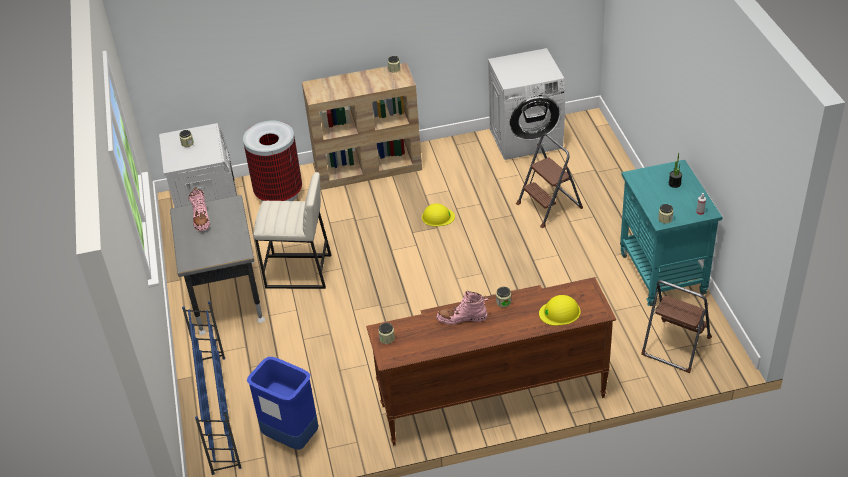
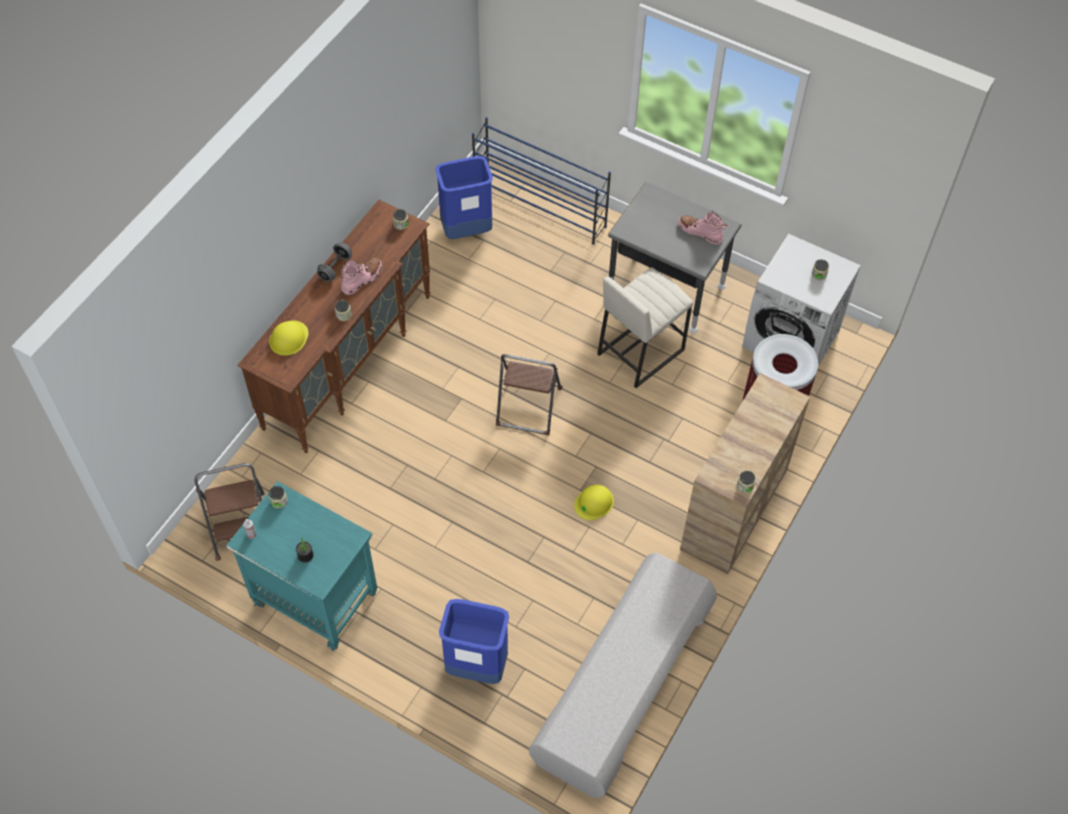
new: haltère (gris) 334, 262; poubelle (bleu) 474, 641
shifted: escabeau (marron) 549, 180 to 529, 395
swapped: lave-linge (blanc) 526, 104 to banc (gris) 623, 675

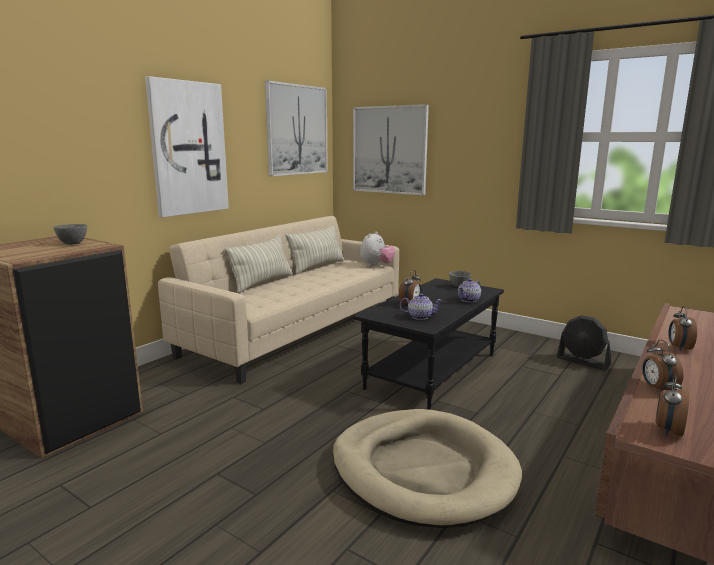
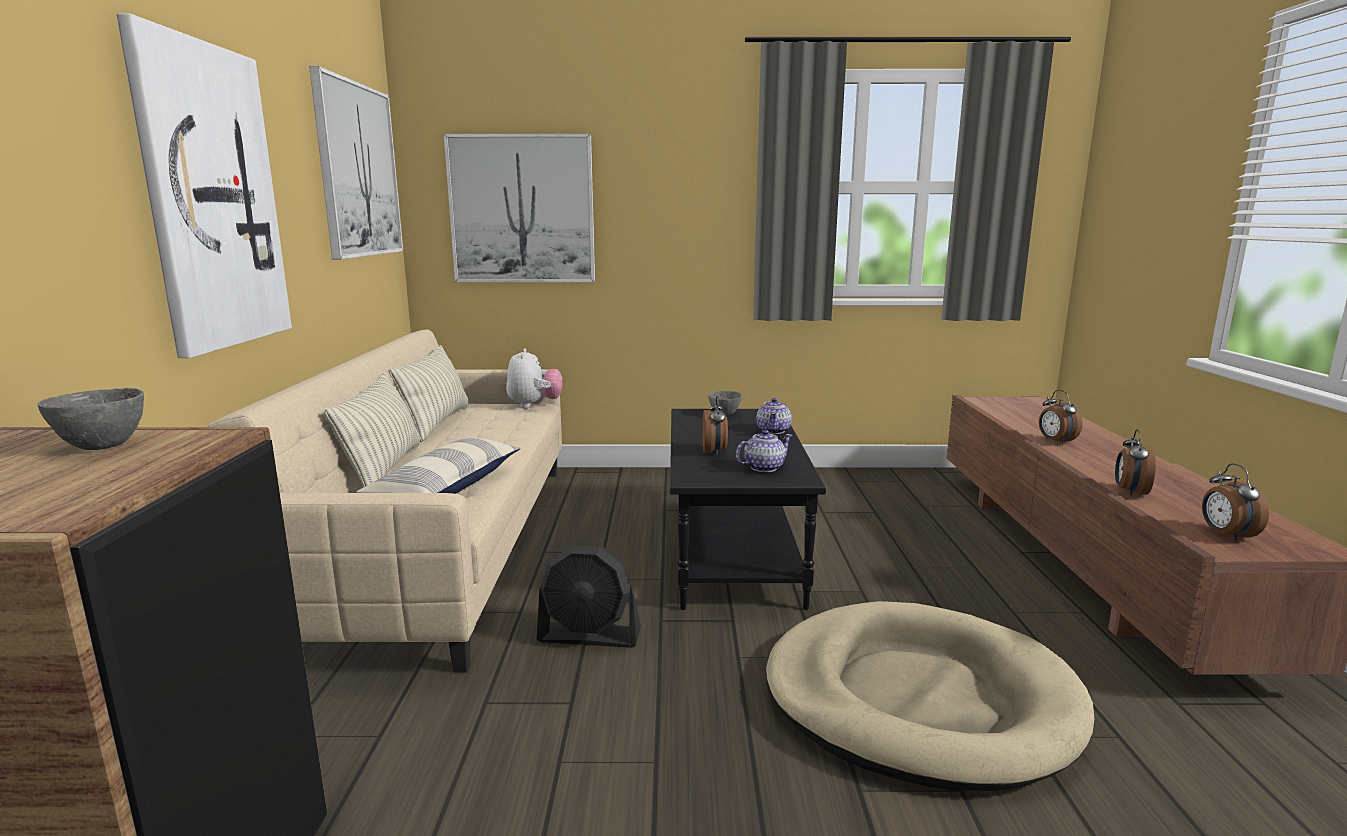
new: coussin 438, 466
shifted: ventilateur (noir) 583, 342 to 589, 597
rotated: réveil 663, 365 = 1135, 462 60 degrees clockwise

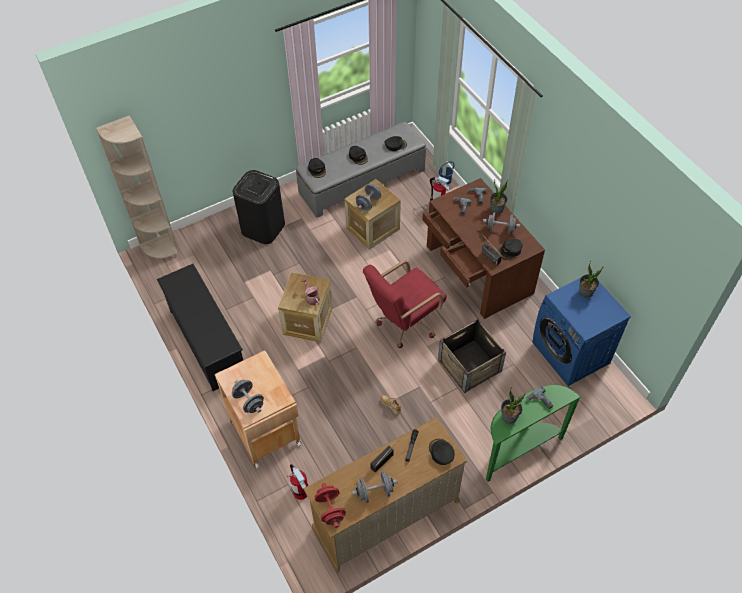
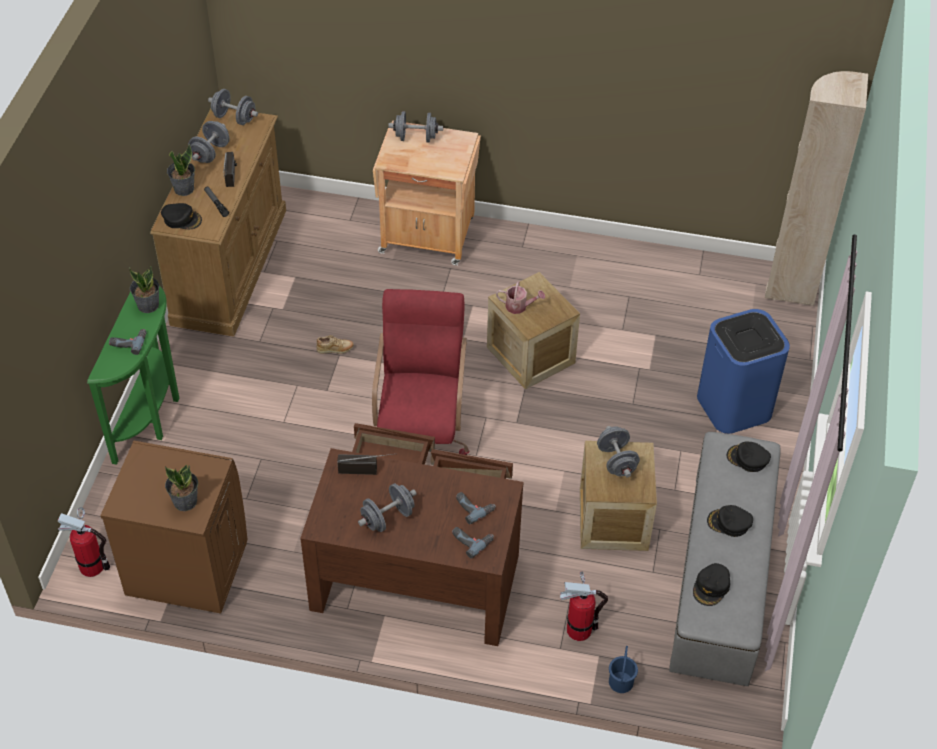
gone: casquette (noir) 510, 249; étagère à chaussures (noir) 200, 327; caisse 472, 356
shifted: plante en pot 499, 197 to 181, 170; extincteur 297, 482 to 84, 542
repainted: poubelle (noir) 259, 207 to poubelle (bleu) 743, 371; lave-linge (bleu) 581, 330 to lave-linge (marron) 173, 527; haltère (rouge) 330, 505 to haltère (gris) 233, 107

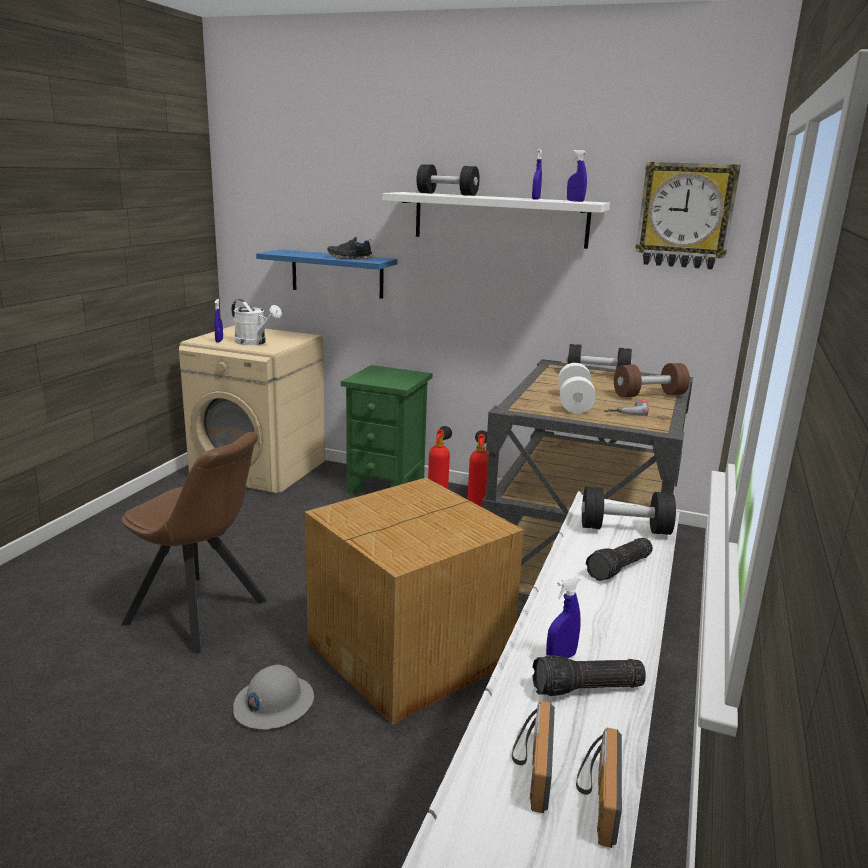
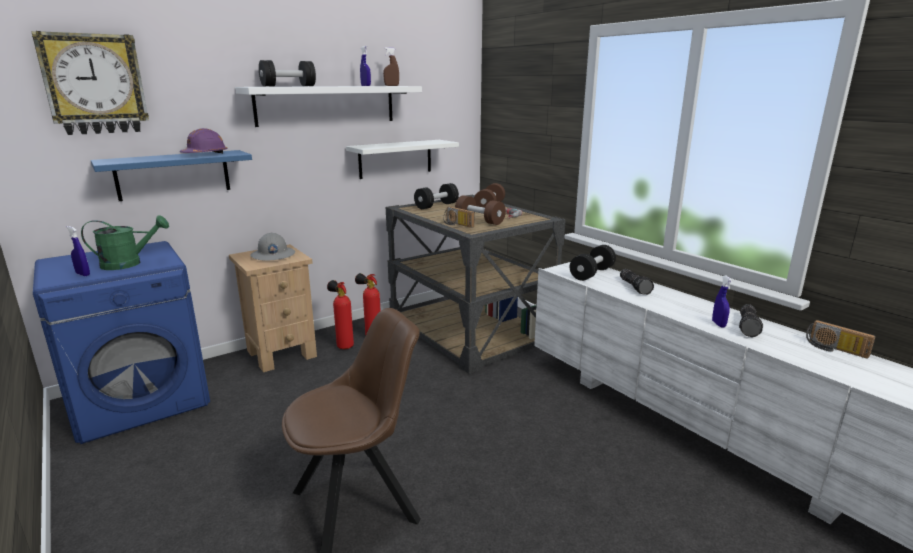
gone: carton 414, 601
new: étagère (blanc) 402, 159
shifted: horloge murale 688, 216 to 90, 83; casque de chantier (gris) 273, 697 to 272, 247; radio 533, 757 to 458, 217
swapped: chaussure (noir) 350, 248 to casque de chantier (violet) 203, 140
repainted: vaporisateur (bleu) 577, 176 to vaporisateur (marron) 391, 66; arrosoir (blanc) 256, 322 to arrosoir (vert) 125, 242; lave-linge (beige) 252, 409 to lave-linge (bleu) 121, 342; haltère (blanc) 577, 388 to haltère (marron) 480, 210; table de chevet (vert) 387, 429 to table de chevet (beige) 273, 308

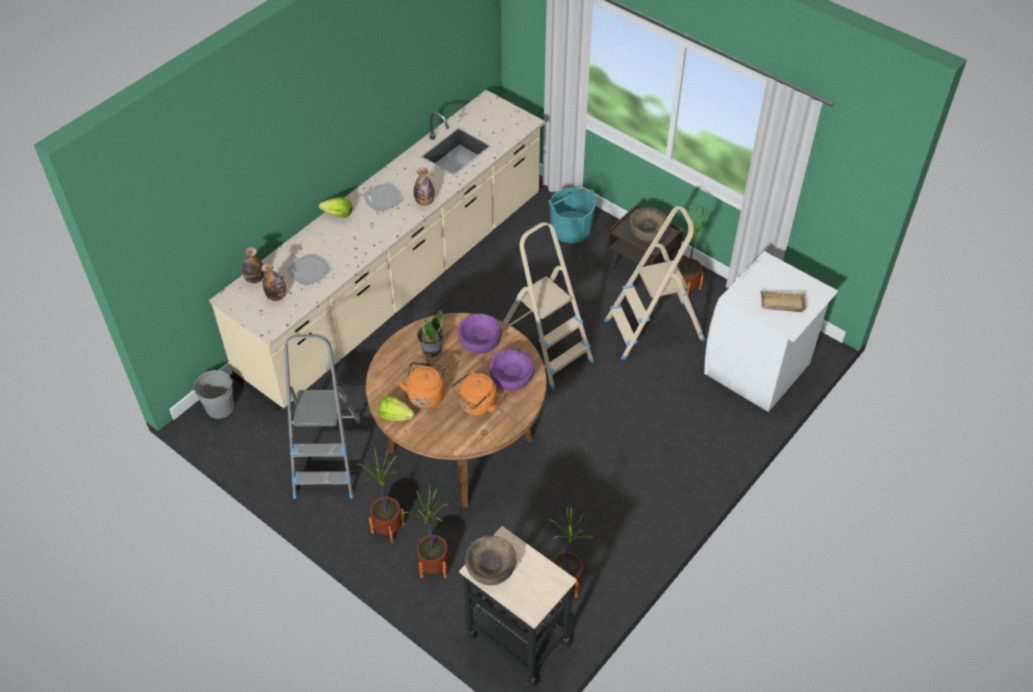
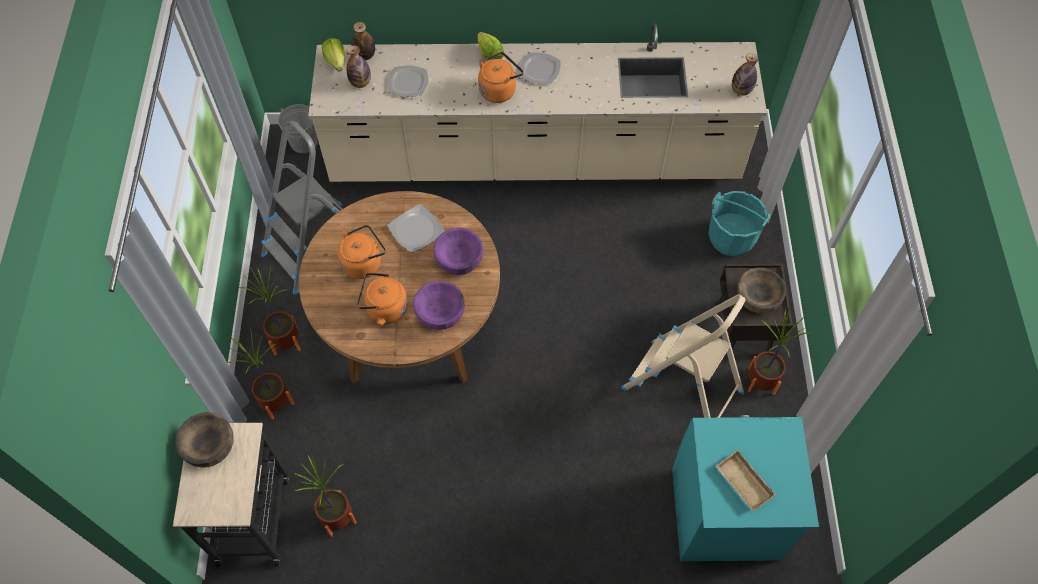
gone: escabeau (beige) 548, 305
new: bouilloire (orange) 501, 77
shifted: bouteille 424, 187 to 745, 74; laitue 396, 408 to 333, 54
swapped: plante en pot 430, 333 to assiette 416, 228
repainted: lave-linge (blanc) 771, 331 to lave-linge (turquoise) 745, 488

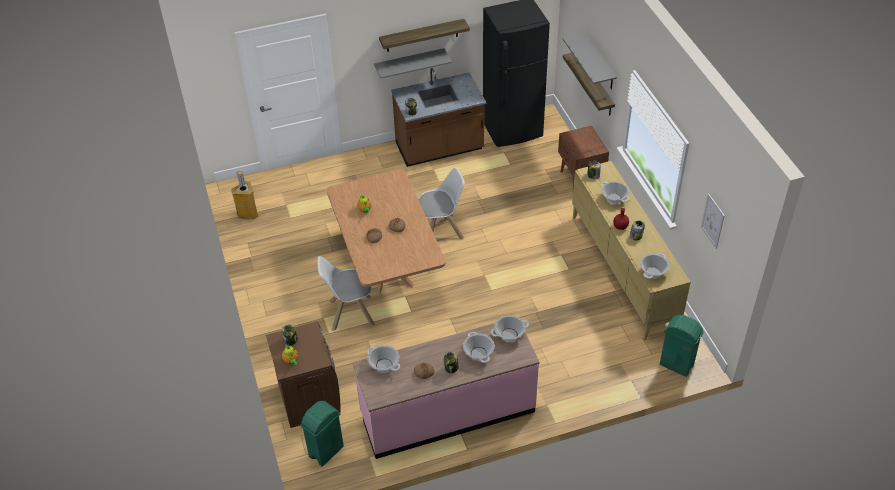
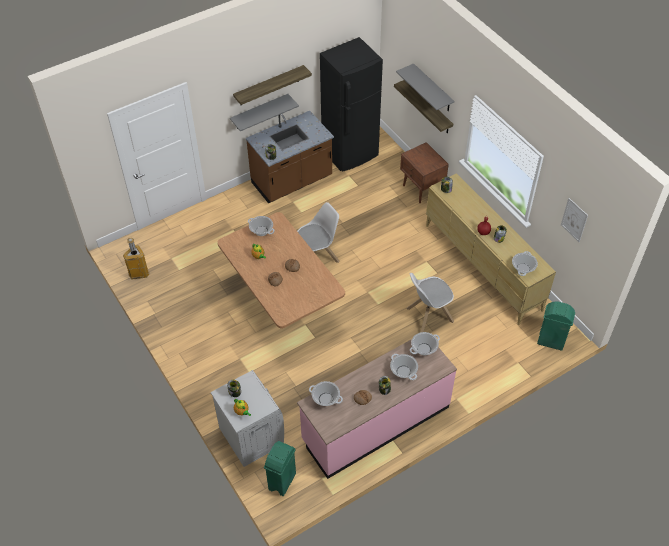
shifted: marmite 615, 192 to 261, 226; chaise 346, 293 to 430, 302
repainted: lave-linge (marron) 303, 374 to lave-linge (blanc) 247, 418

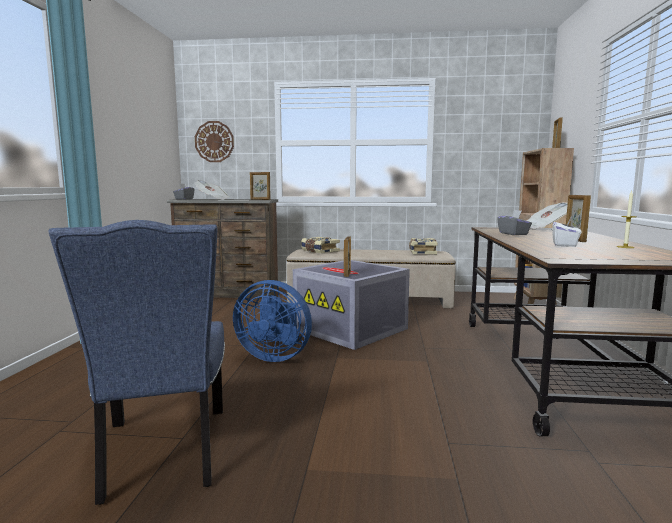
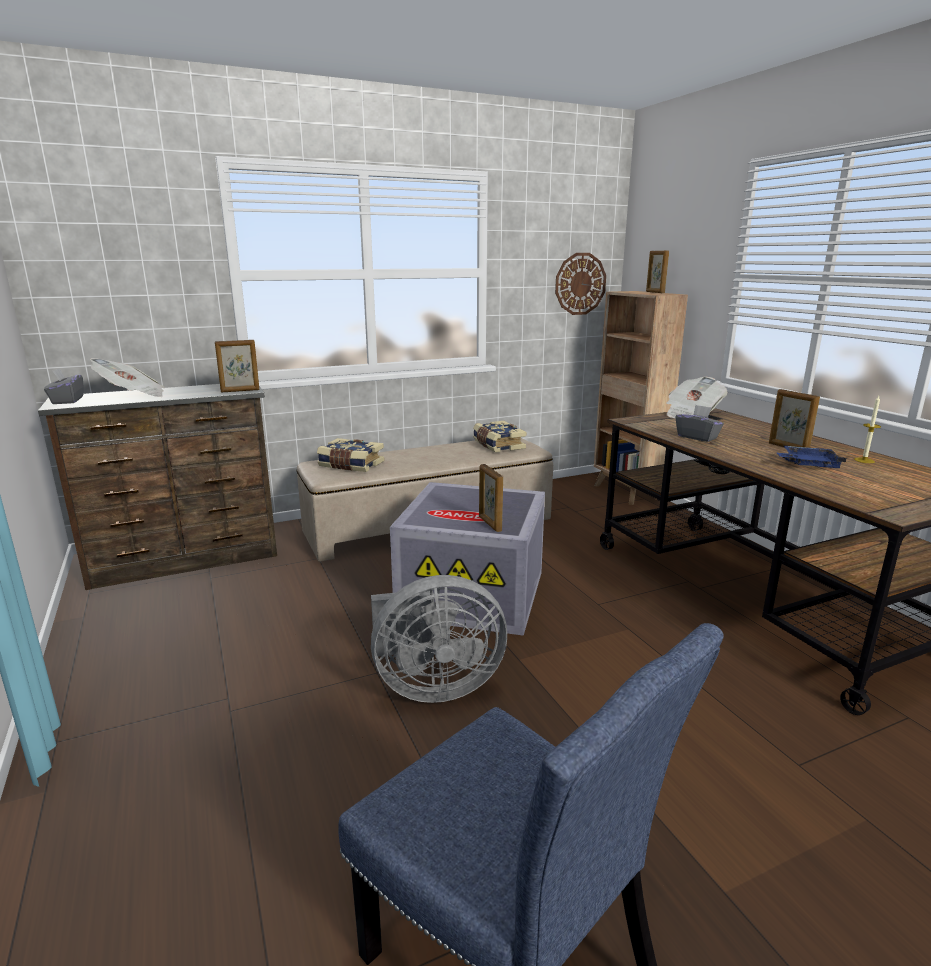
shifted: horloge murale 214, 141 to 580, 284
swapped: boîte à mouchoirs (blanc) 567, 231 to plateau (bleu) 811, 457
repainted: ventilateur (bleu) 272, 321 to ventilateur (gris) 439, 639

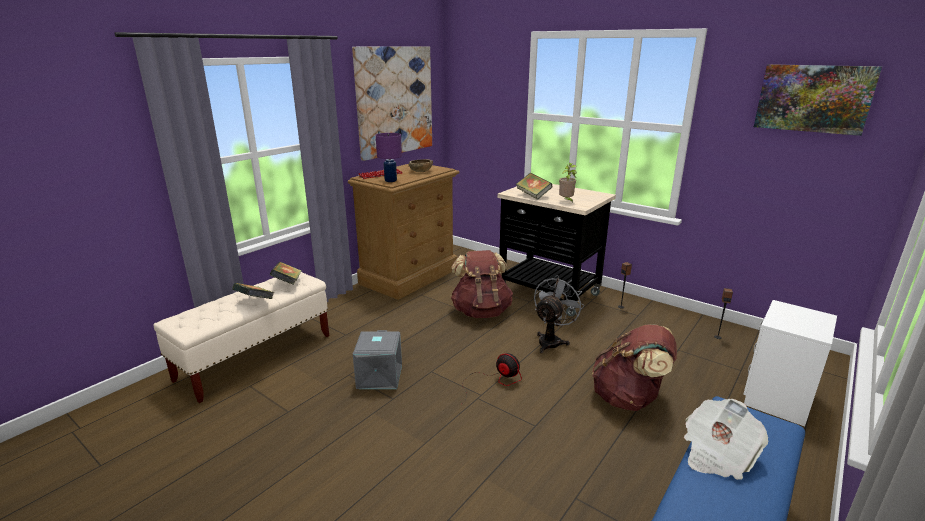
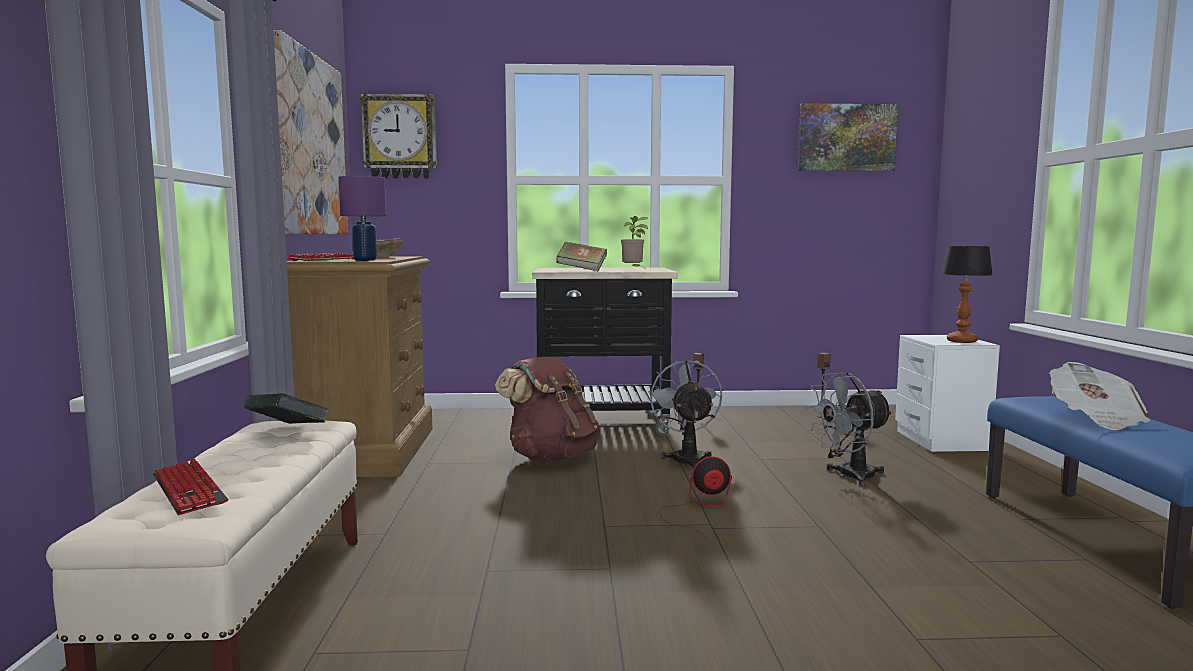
gone: livre 253, 291; boîte de rangement (gris) 377, 359
new: horloge murale 398, 136; lampe de table 967, 294; clavier 191, 487
swapped: sac à dos (marron) 634, 367 to ventilateur (gris) 849, 429

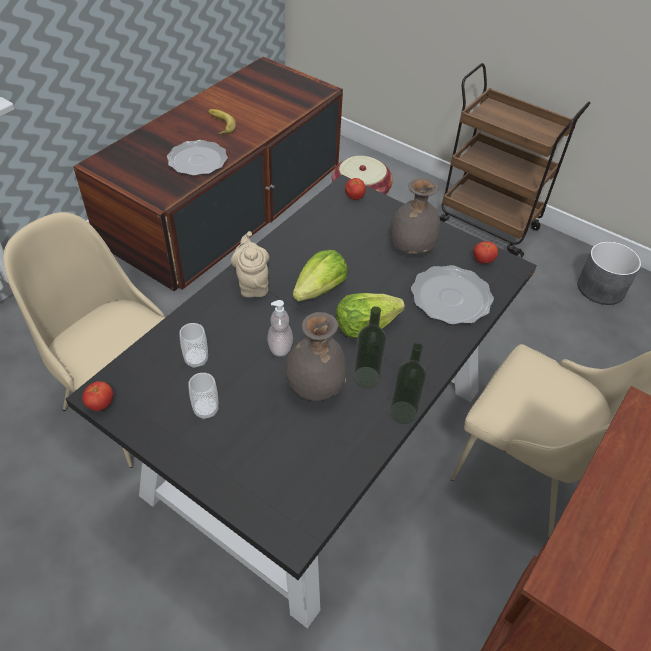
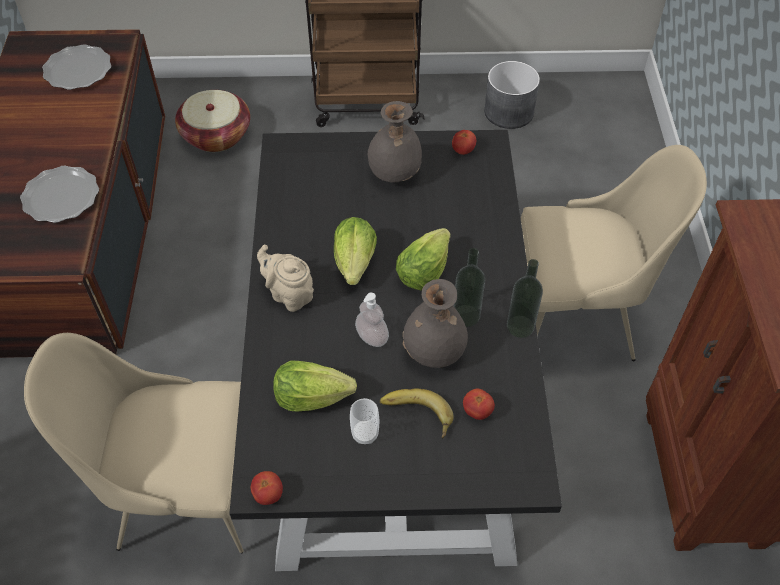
shifted: banane 222, 122 to 416, 414; tomate 355, 189 to 479, 404; assiette 452, 295 to 76, 67
swapped: tasse 193, 345 to laitue 315, 386

